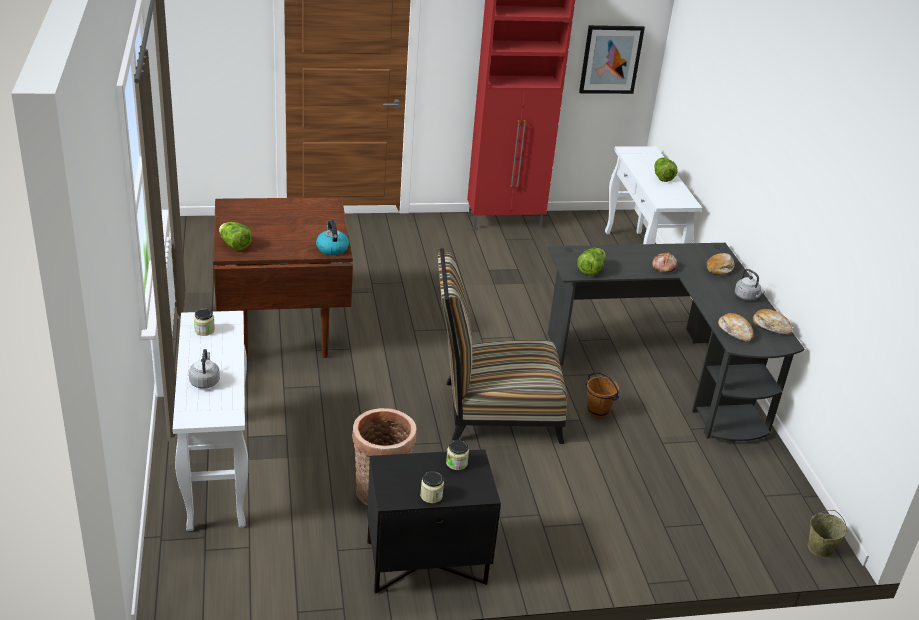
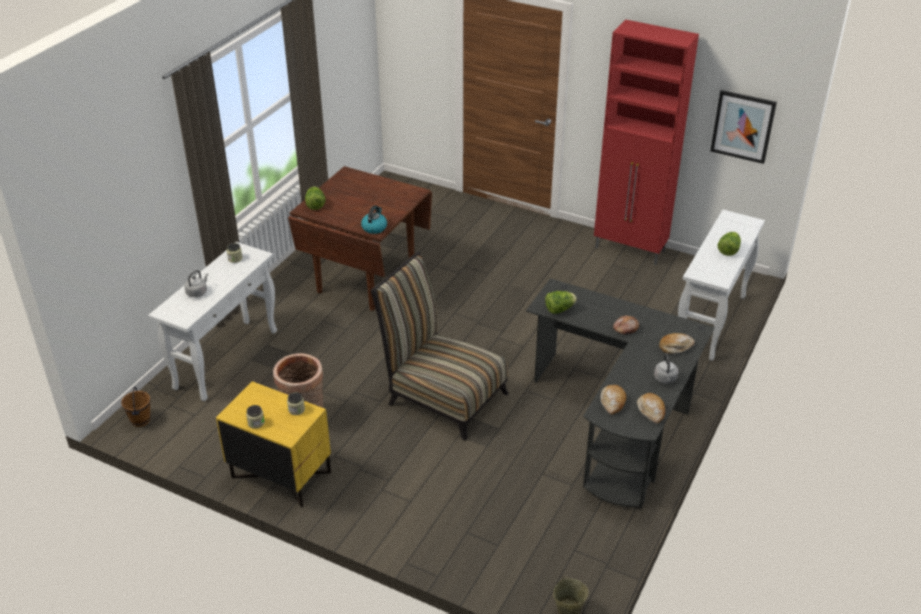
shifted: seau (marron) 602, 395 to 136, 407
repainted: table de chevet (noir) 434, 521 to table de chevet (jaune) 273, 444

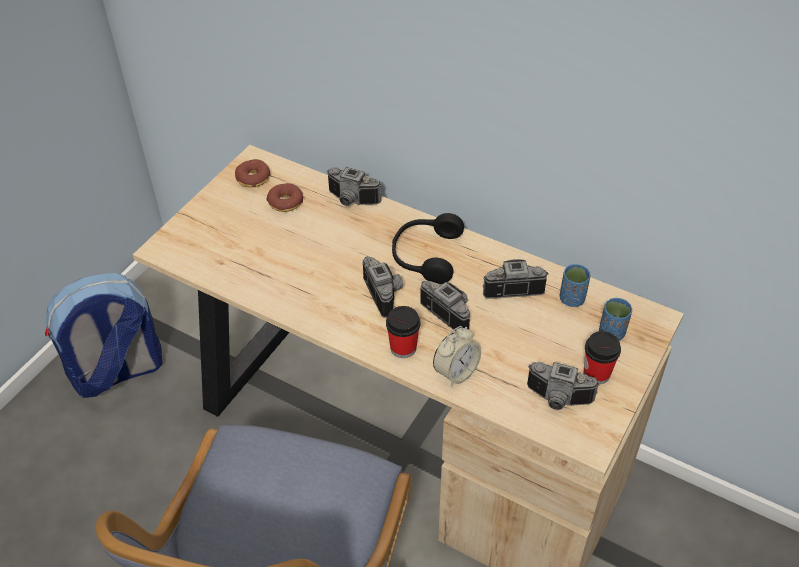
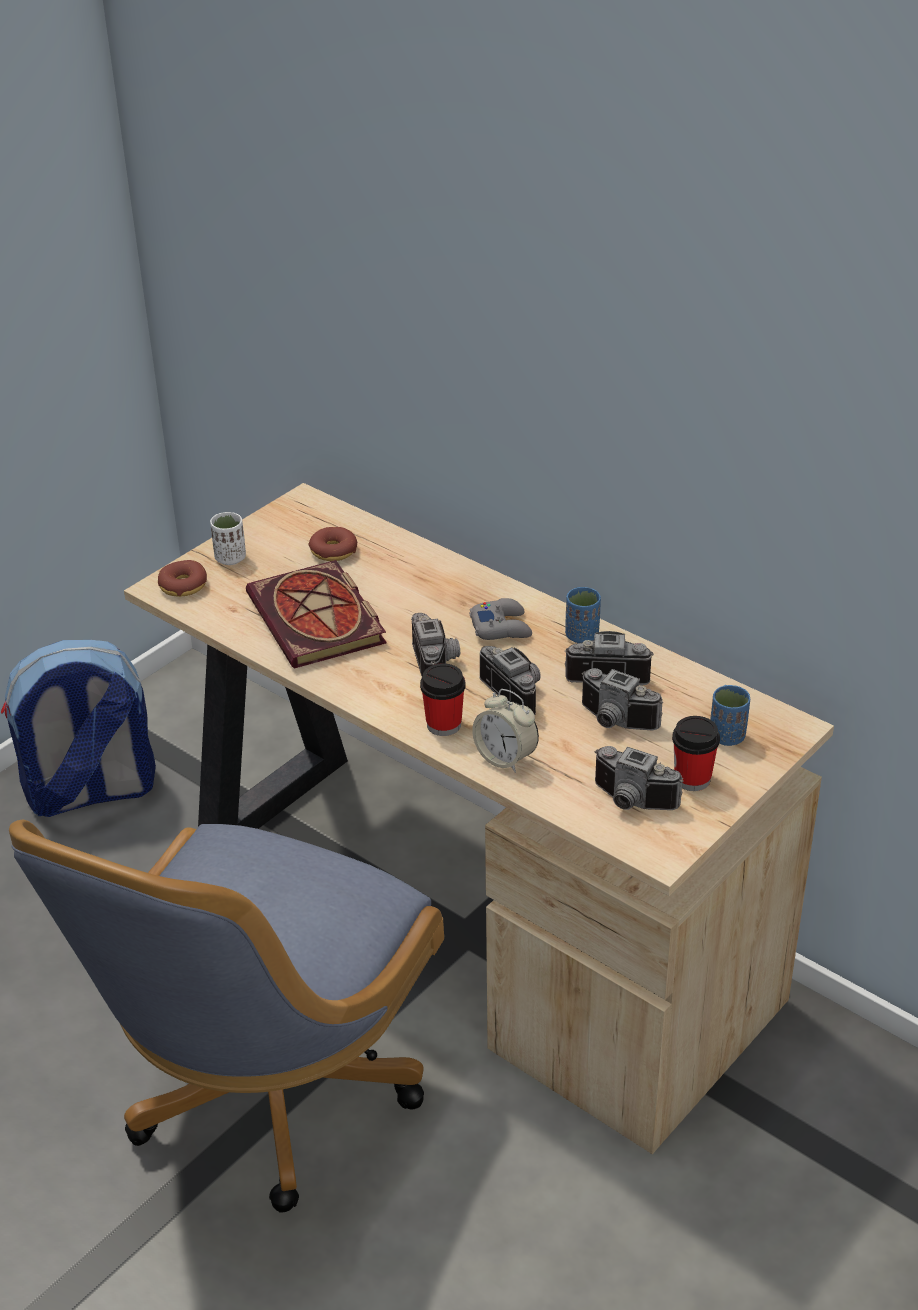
new: tasse (blanc) 228, 538; livre 316, 614
shifted: beignet 252, 173 to 182, 578; appareil photo 354, 186 to 622, 699; tasse (bleu) 575, 285 to 583, 615
swapped: casque audio (noir) 428, 248 to manette (gris) 501, 619
rotated: réveil 457, 356 = 505, 731 75 degrees clockwise

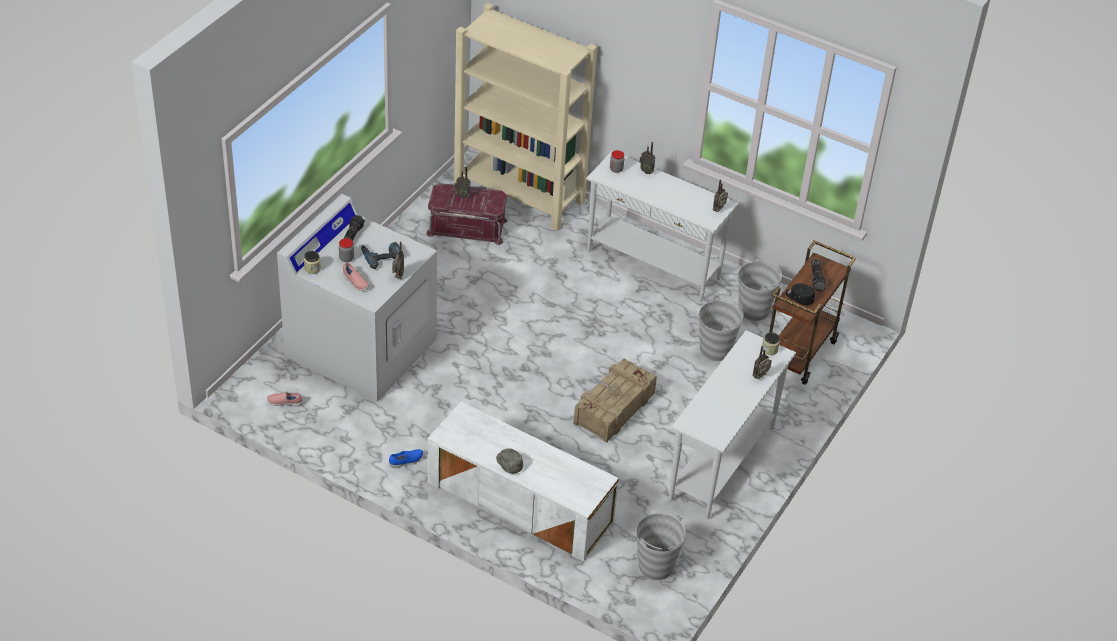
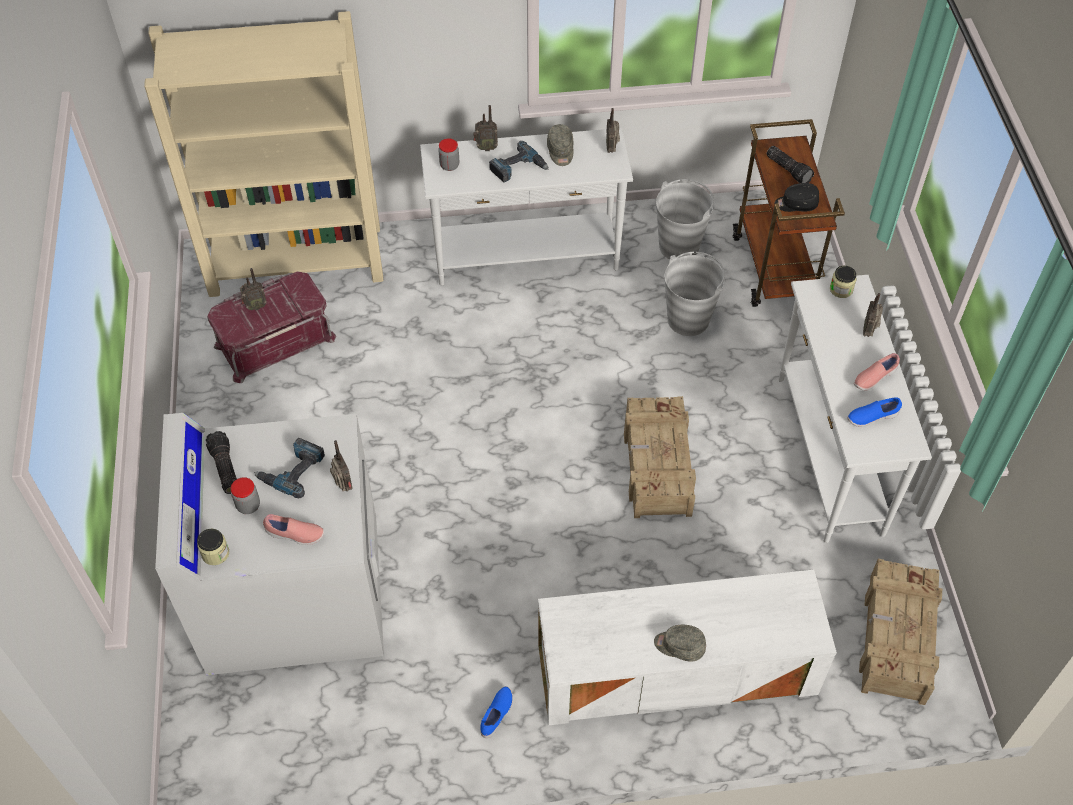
new: casquette (gris) 560, 145; perceuse 519, 162; chaussure (bleu) 874, 412
shifted: chaussure (rose) 285, 399 to 877, 372
swapped: seau (gris) 661, 546 to caisse 900, 632

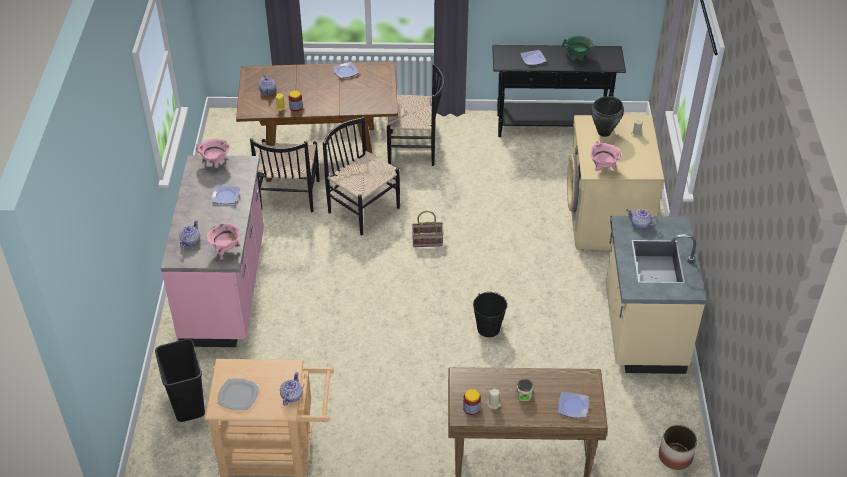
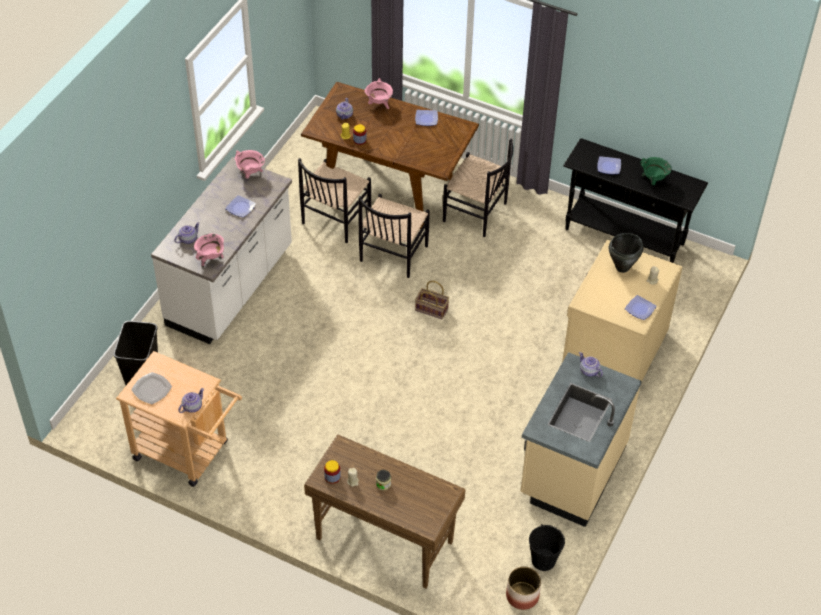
shifted: marmite (rose) 605, 156 to 379, 93; seau (noir) 490, 314 to 547, 547; assiette 573, 405 to 640, 307
repainted: comptoir de cuisine (rose) 212, 251 to comptoir de cuisine (blanc) 221, 250
rotated: chaise (noir) 361, 175 = 394, 236 135 degrees counterclockwise

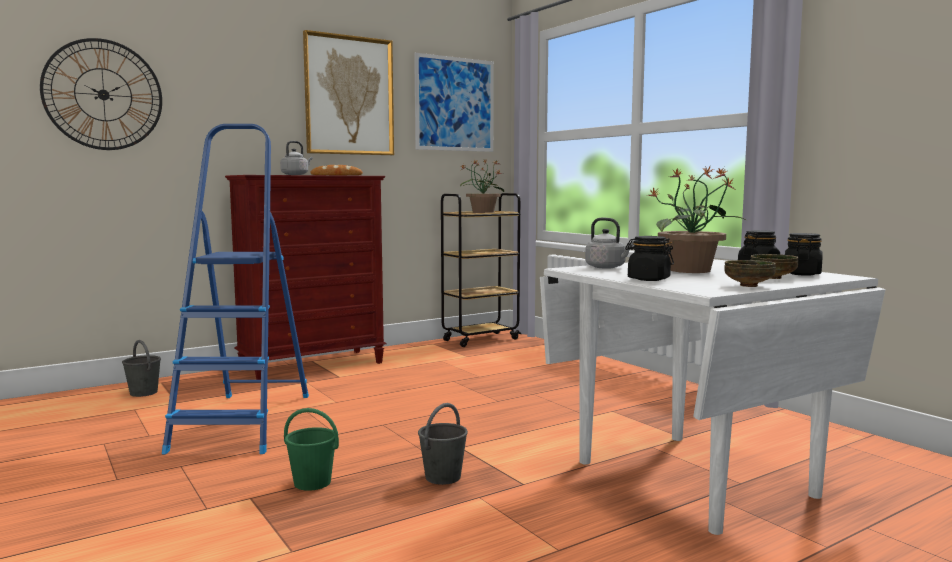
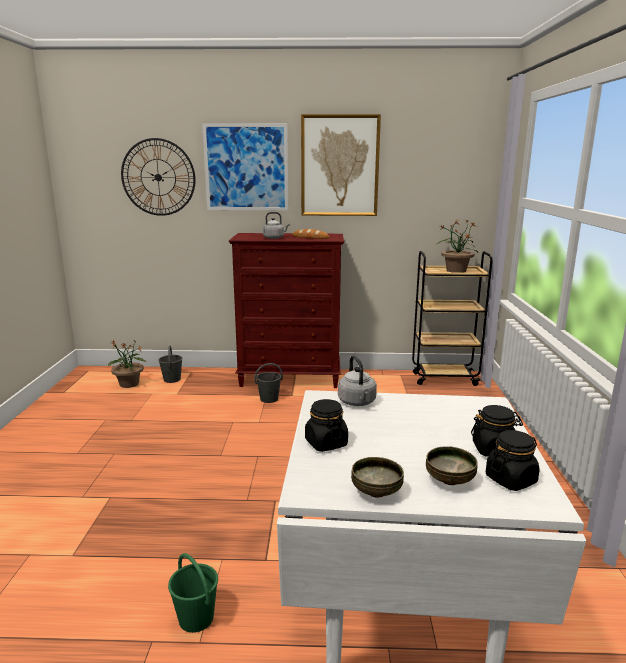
gone: escabeau (bleu) 235, 289
shifted: tableau 454, 102 to 245, 166; plante en pot 696, 219 to 127, 364; seau (gris) 443, 444 to 268, 383; seau (vert) 311, 449 to 193, 593

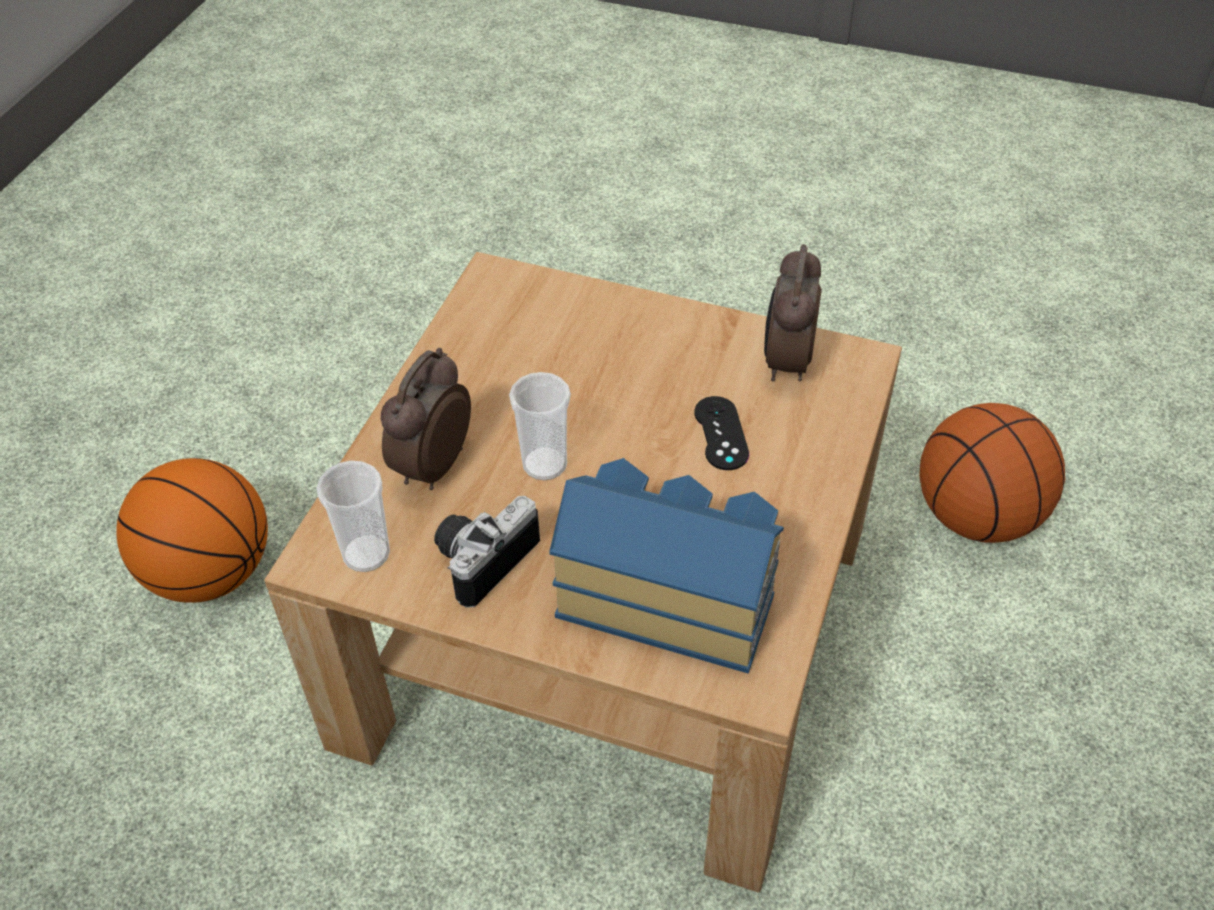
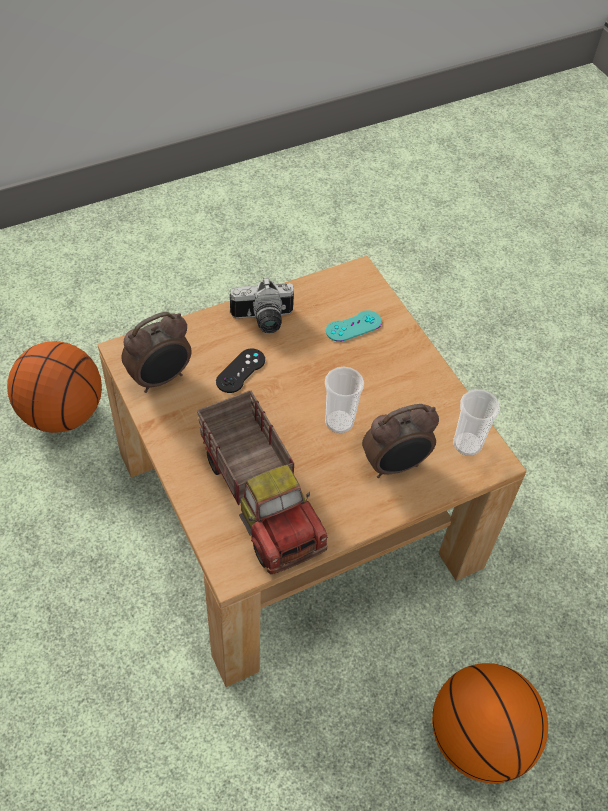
new: camion jouet 262, 482
shifted: appareil photo 487, 552 to 262, 305
swapped: maison miniature 666, 566 to manette (turquoise) 354, 326

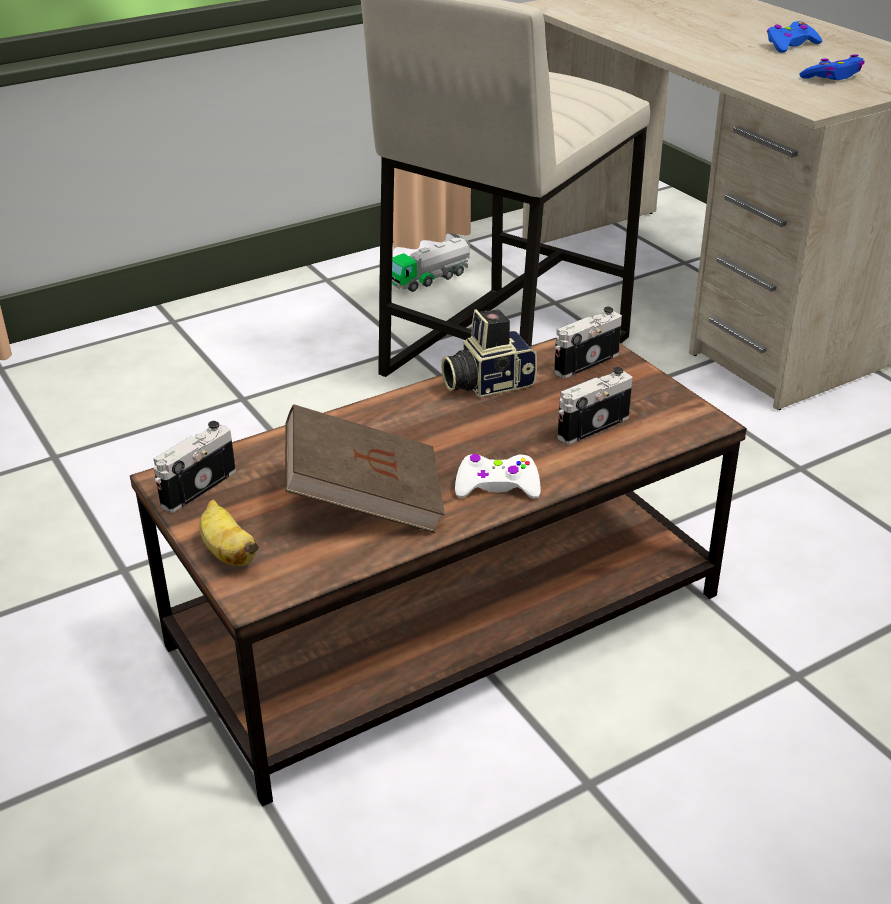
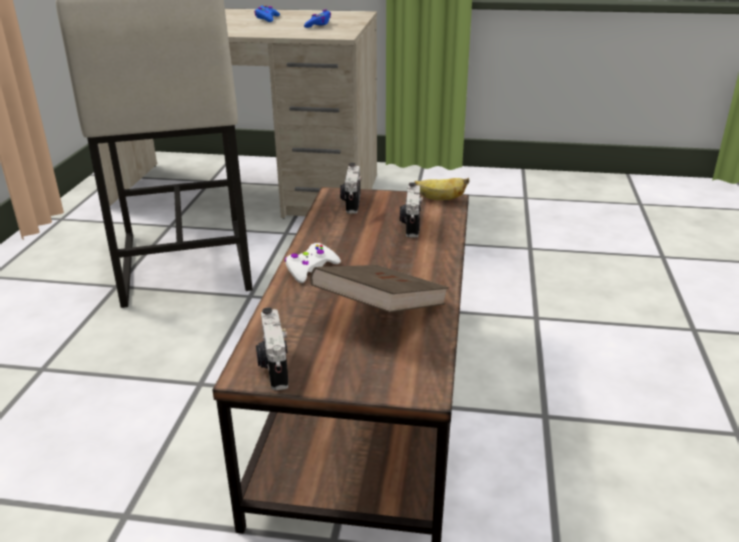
gone: camion jouet 431, 264; appareil photo 489, 353
shifted: manette (blanc) 498, 476 to 313, 263; banane 229, 533 to 441, 189

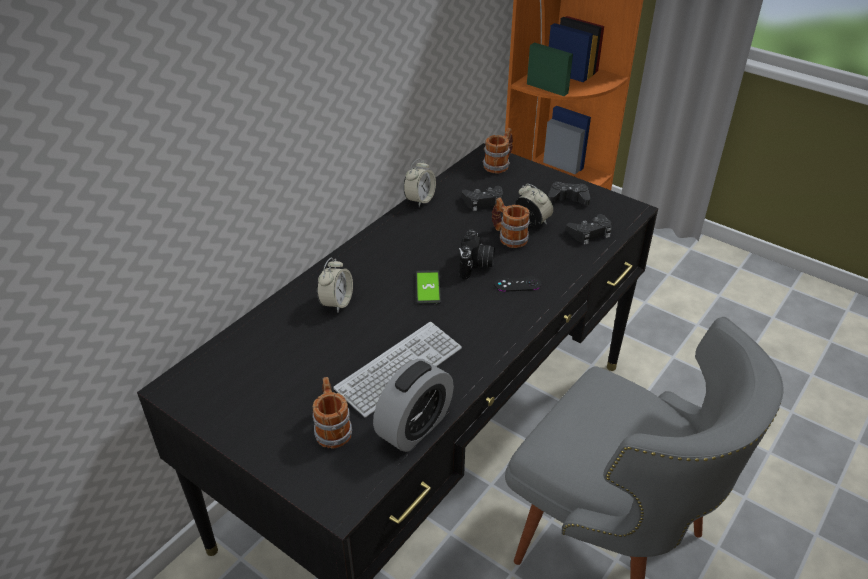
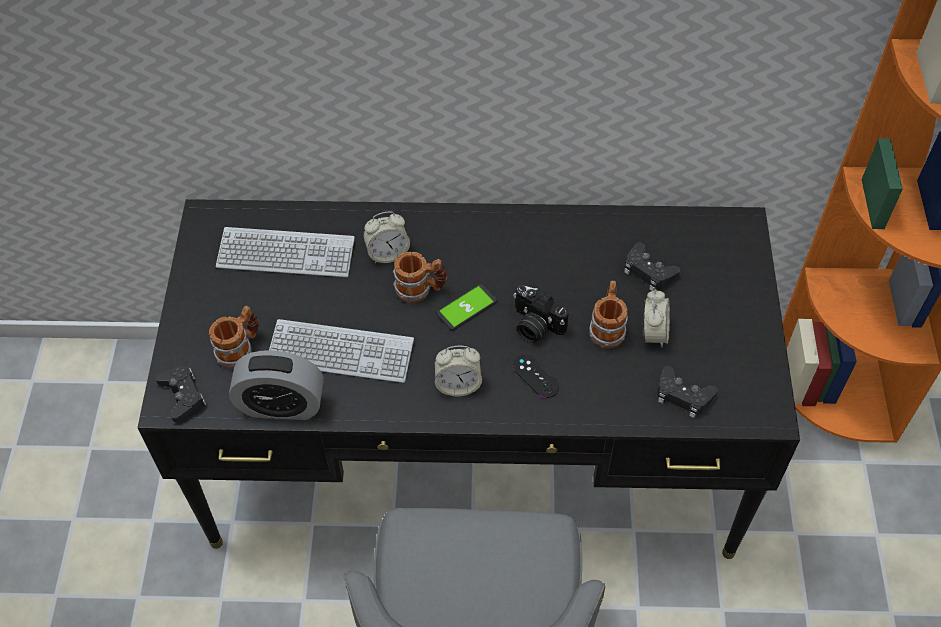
new: clavier 285, 252
shifted: mug 497, 150 to 420, 277; réveil 419, 182 to 458, 371; manette (noir) 569, 193 to 180, 394
rotated: appareil photo 477, 254 = 541, 314 60 degrees clockwise

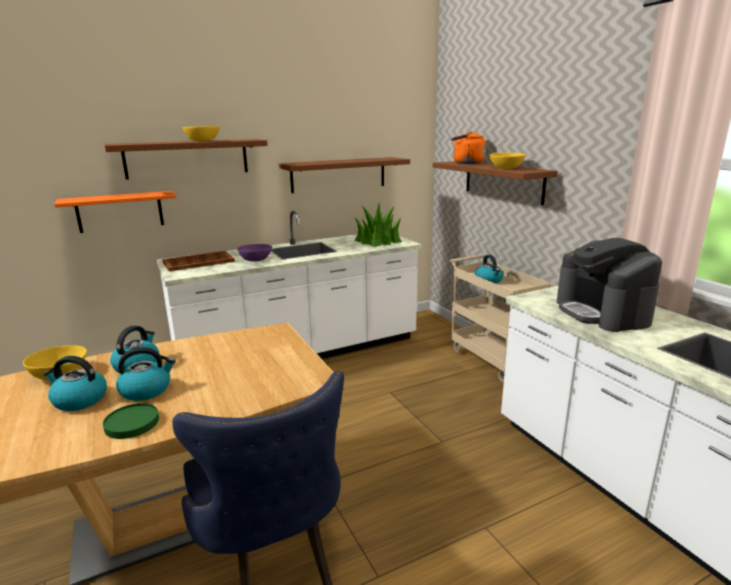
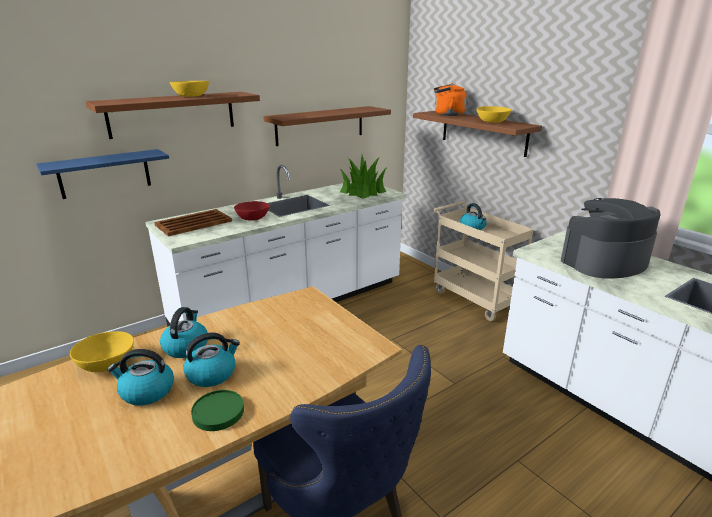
repainted: étagère (orange) 115, 212 to étagère (bleu) 102, 174; bol (violet) 254, 252 to bol (rouge) 252, 211
rotated: machine à café 609, 285 = 610, 238 90 degrees clockwise

